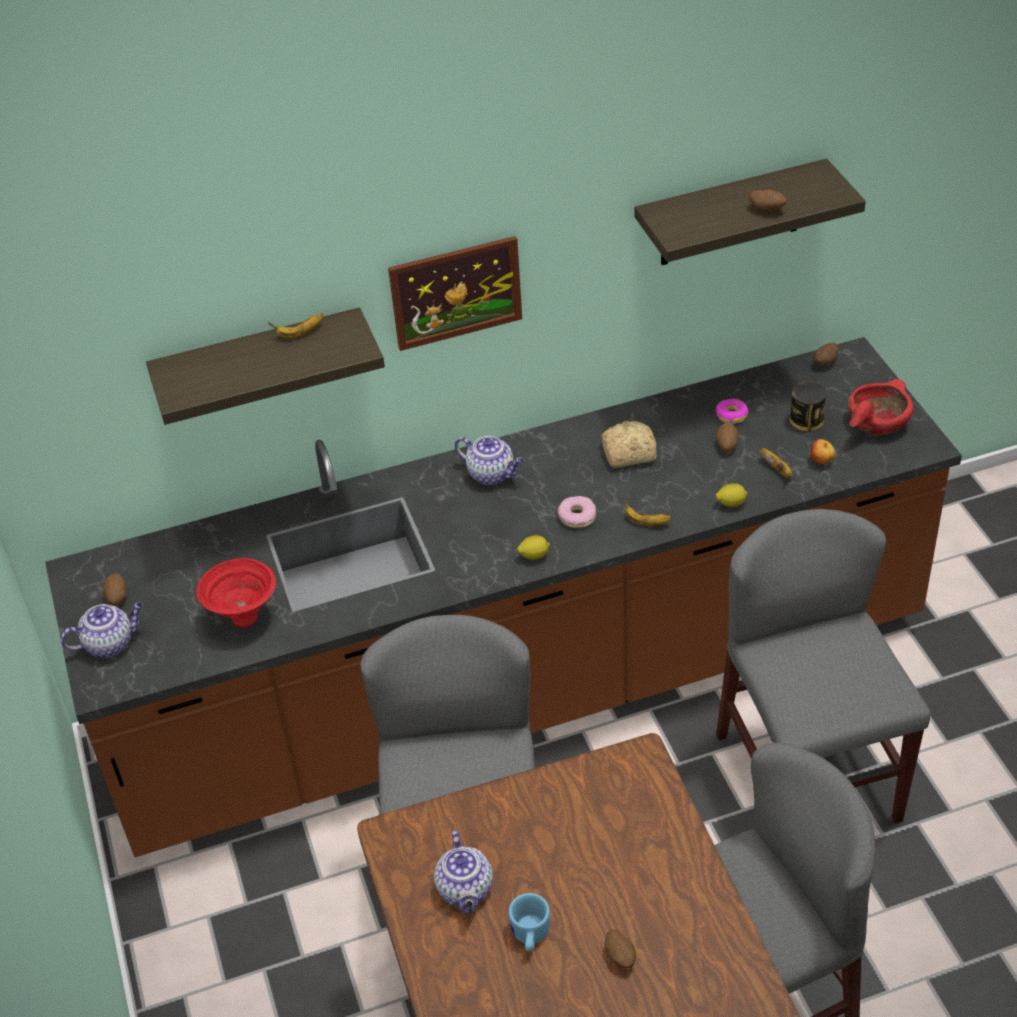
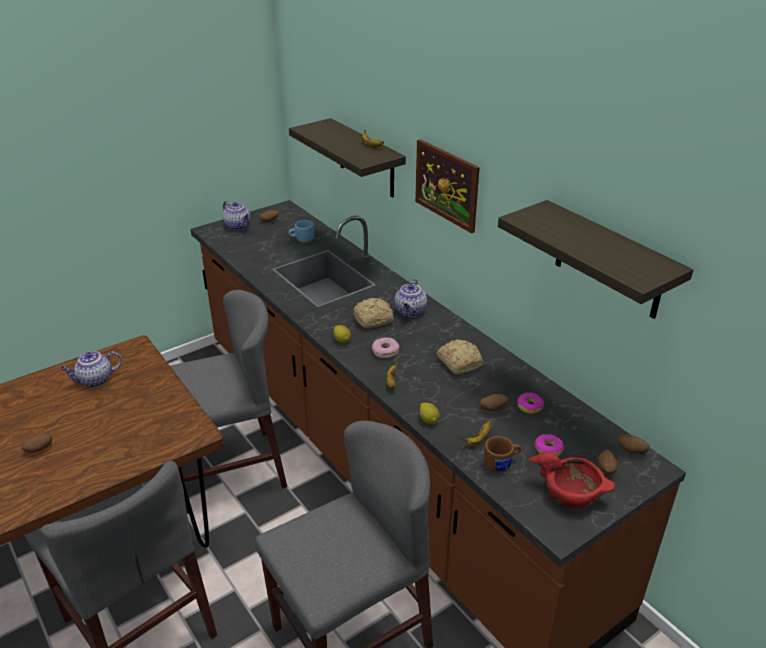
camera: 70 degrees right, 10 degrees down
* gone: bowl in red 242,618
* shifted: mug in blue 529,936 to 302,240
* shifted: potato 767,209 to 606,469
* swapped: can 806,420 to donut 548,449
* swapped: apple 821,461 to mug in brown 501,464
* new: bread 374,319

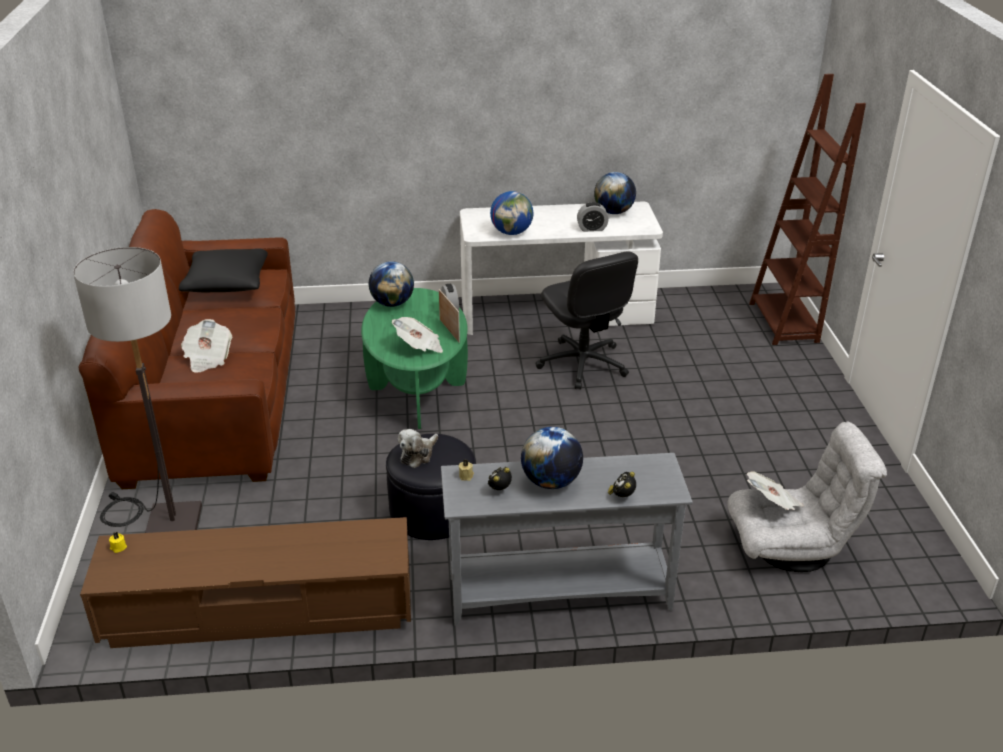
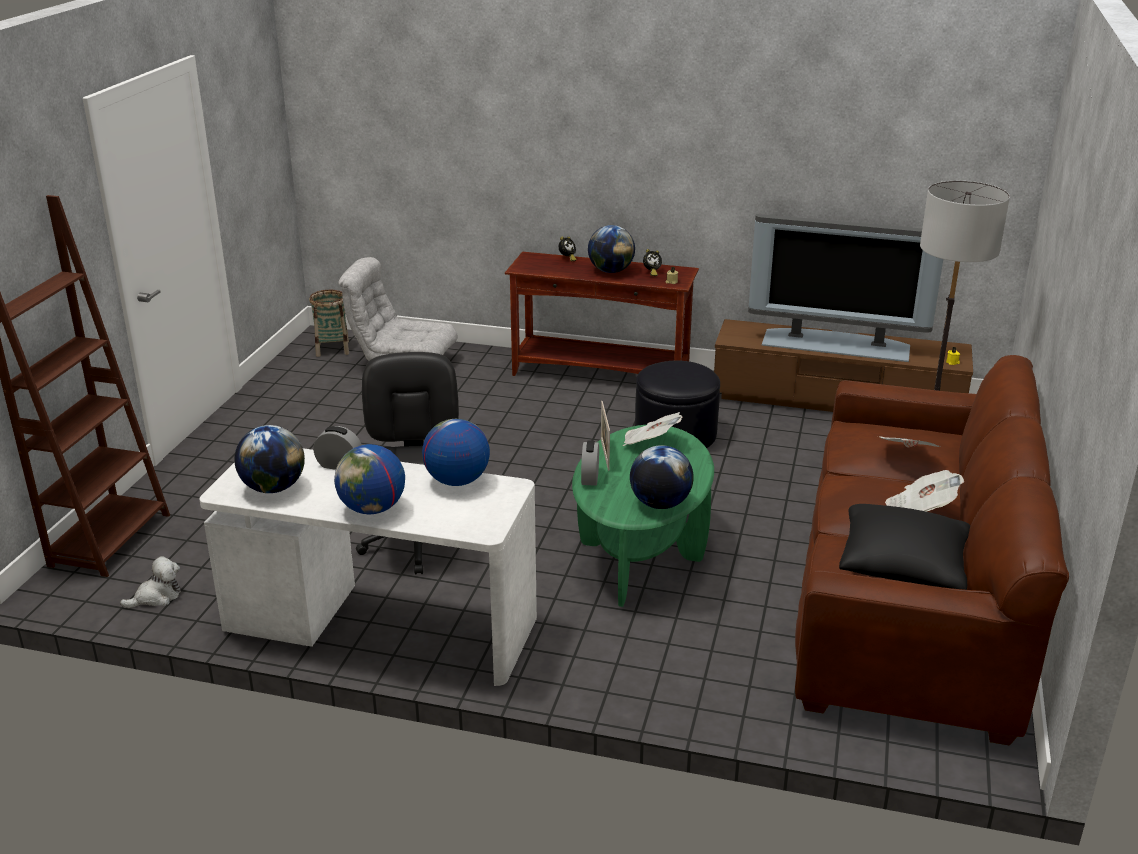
camera: 160 degrees left, 5 degrees down
* shifted: plush toy 418,455 to 157,597
* repainted: console table in grey 558,593 to console table in brown 601,373
* shifted: newspaper 772,504 to 920,509
* new: basket 332,349
* new: globe 372,509
* new: television 836,344

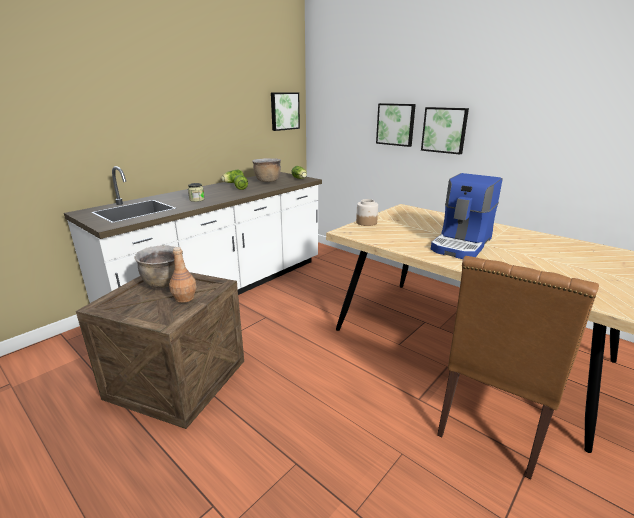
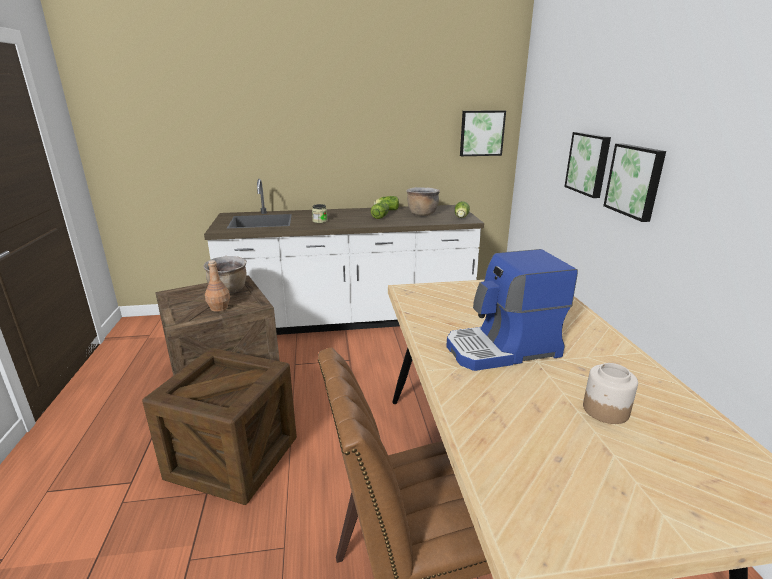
camera: 40 degrees right, 0 degrees up
* shifted: jar 366,222 to 605,410
* new: crate 233,458

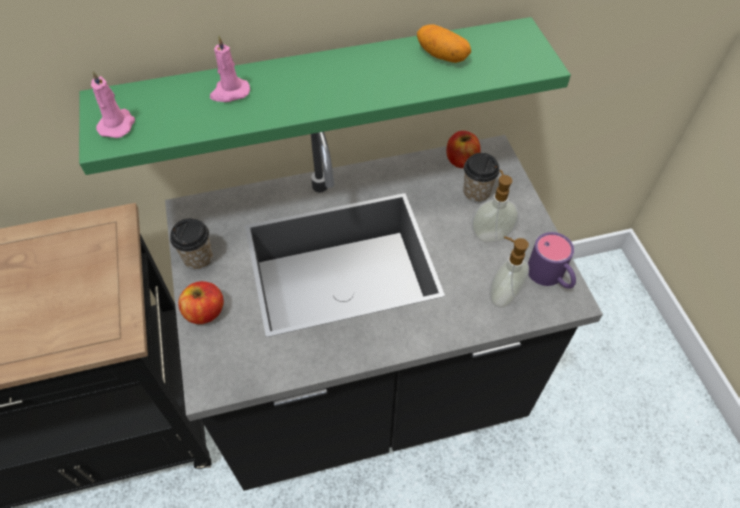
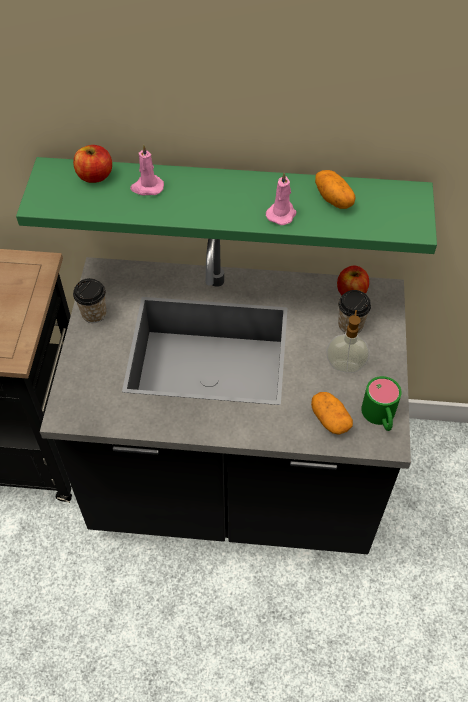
camera: 20 degrees right, 0 degrees up
* shifted: candle in pink 118,124 to 282,213
* shifted: apple 205,312 to 95,176
* swapped: soap dispenser 502,295 to potato 330,419
* repainted: mug in purple 550,277 to mug in green 380,417

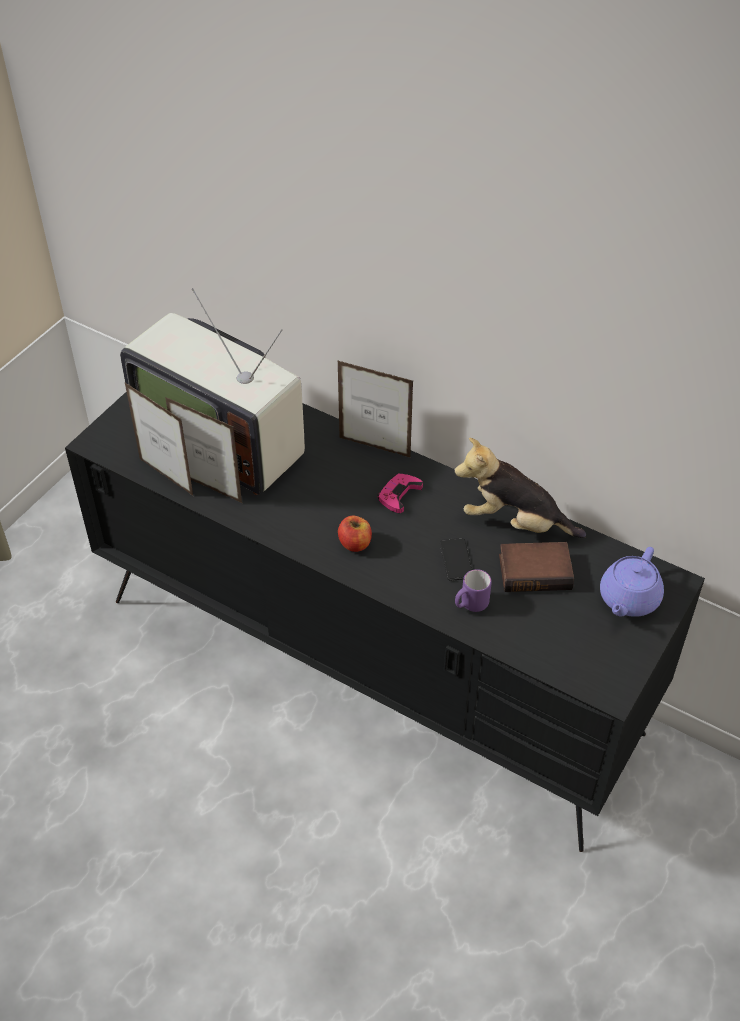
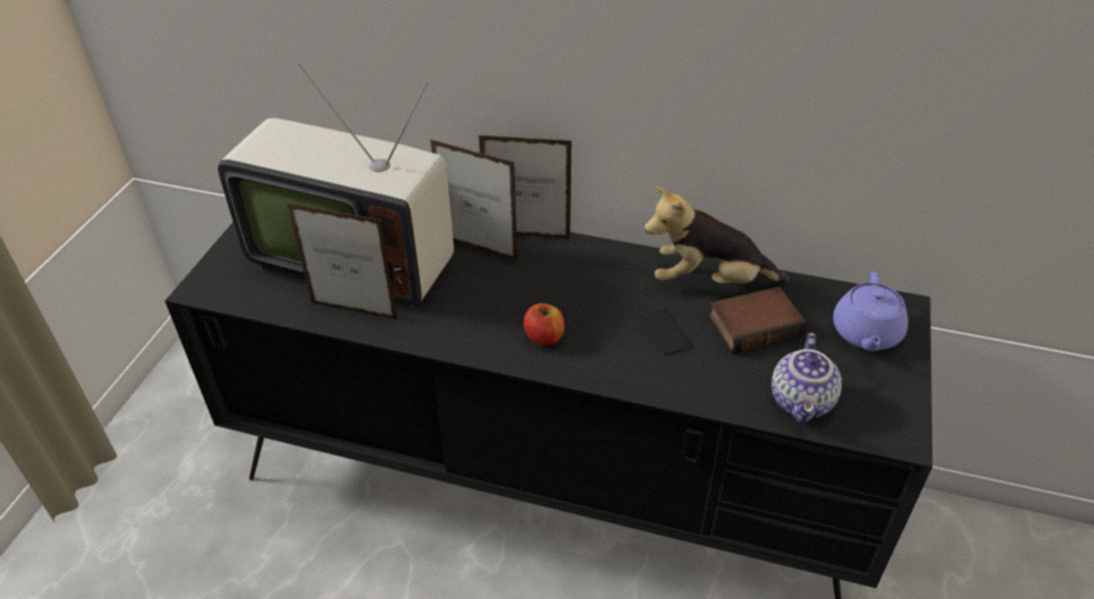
camera: 15 degrees left, 5 degrees down
* shifted: picture frame 166,477 to 479,249
* gone: game controller in pink 399,495
* gone: mug in purple 470,604
* new: teapot 803,402

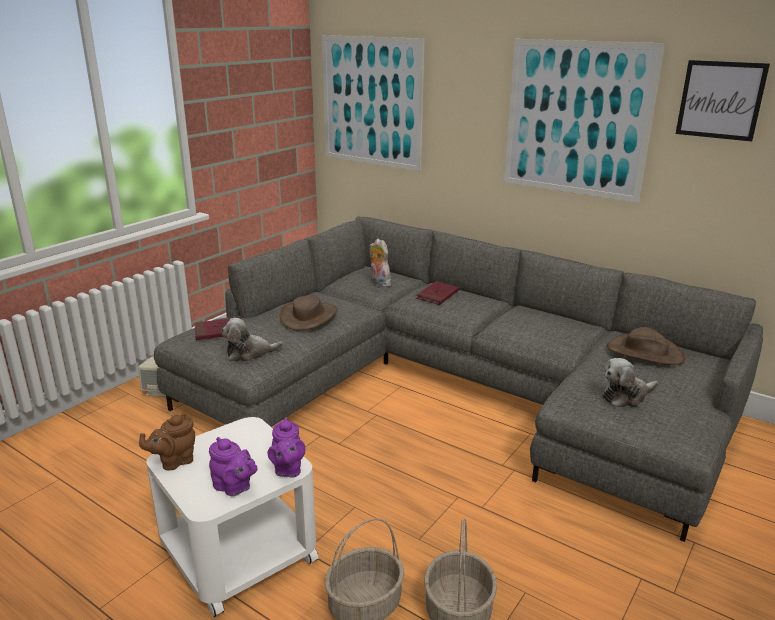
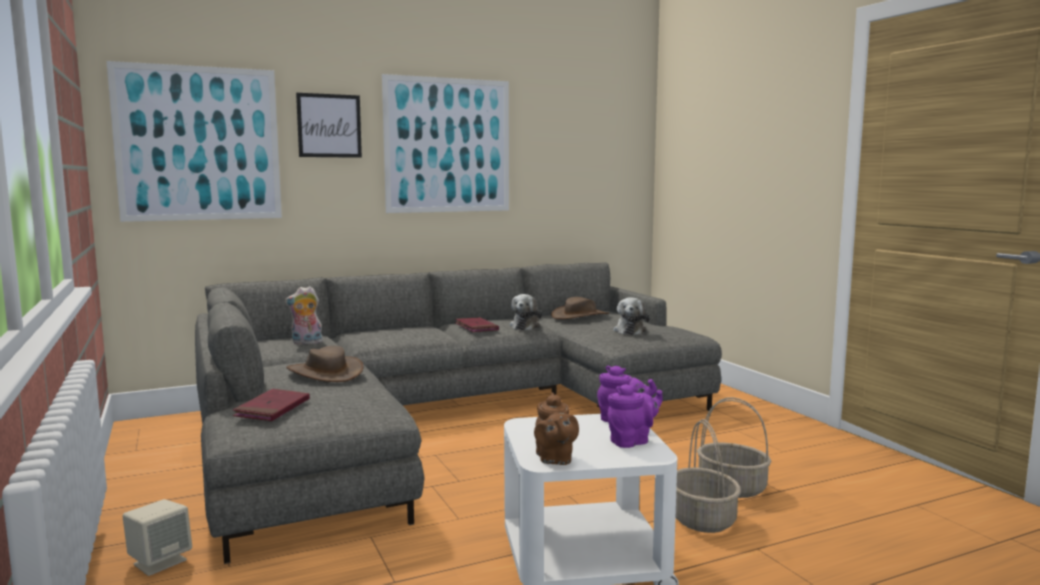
camera: 60 degrees left, 15 degrees down
* shifted: plush toy 249,353 to 526,326
* shifted: book in red 437,295 to 476,327
* shifted: picture 720,100 to 329,126

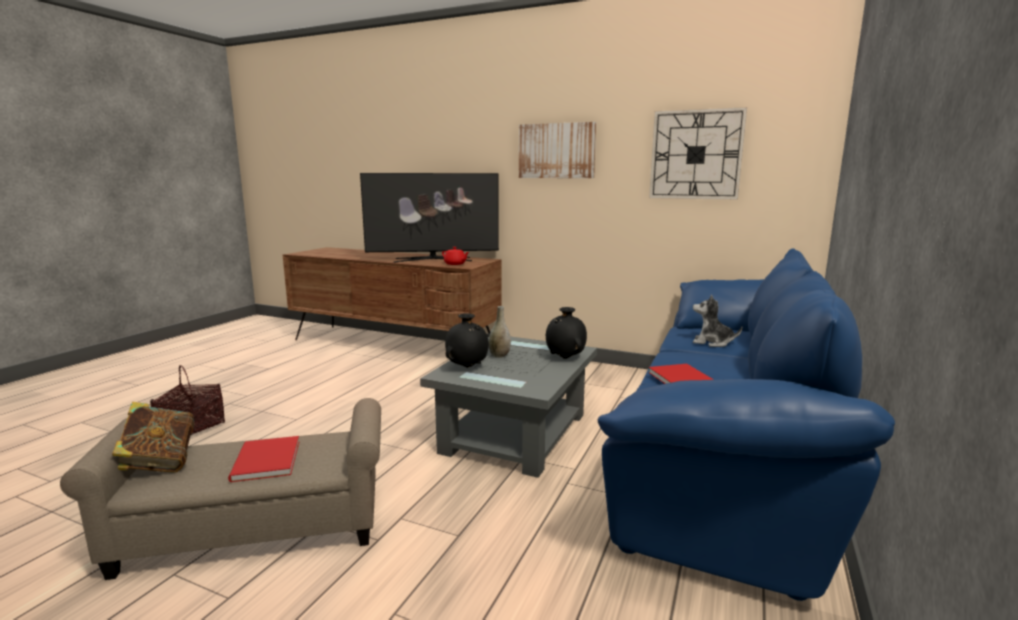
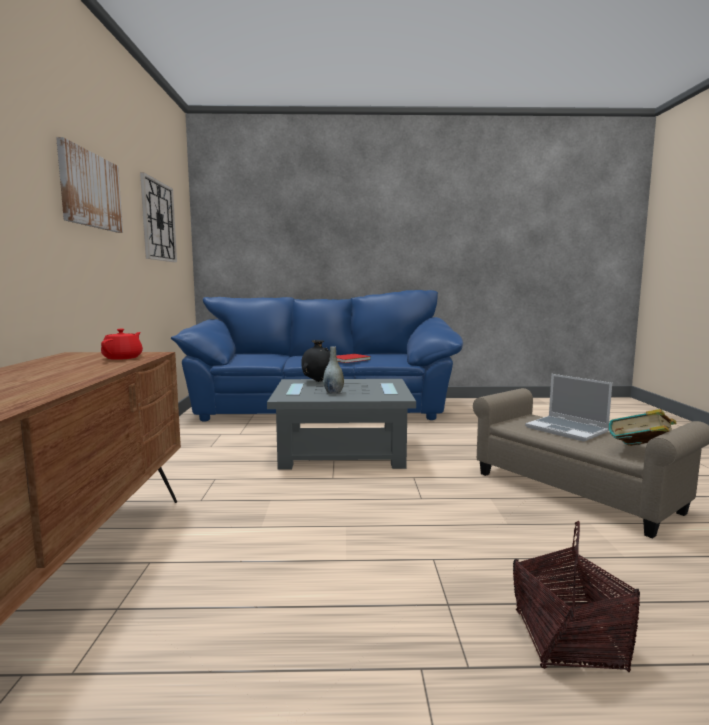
camera: 115 degrees left, 5 degrees down
* swapped: book in red 264,462 to laptop 567,430
* gone: television 432,259
* gone: vase in black 467,367
* gone: plush toy 712,342

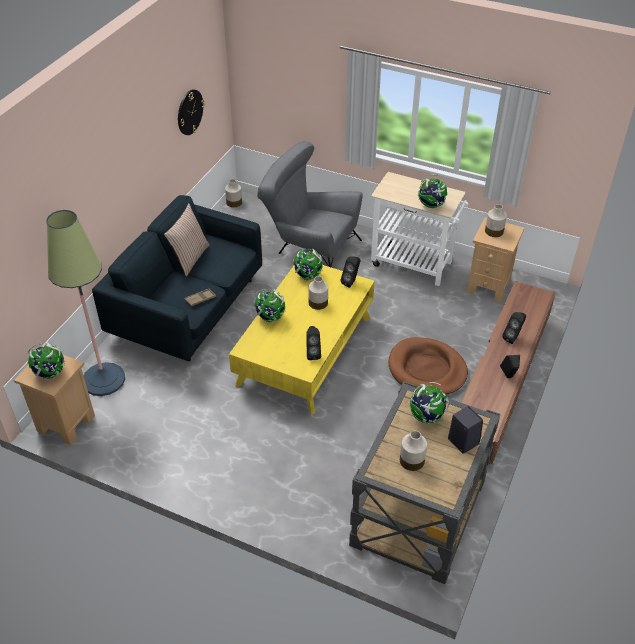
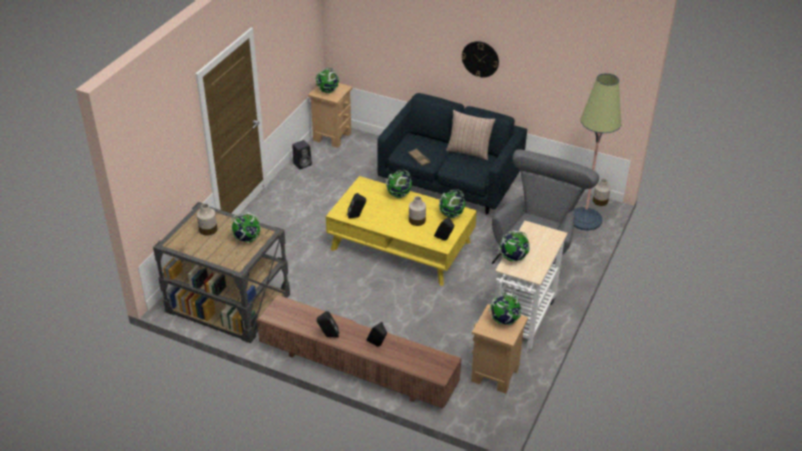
camera: 90 degrees right, 5 degrees down
* shifted: floor lamp 103,379 to 585,219
* shifted: wall clock 189,112 to 480,59
* gone: dog bed in brown 427,369
* shifted: speaker in black 462,441 to 303,164
* swapped: vase in beige 494,231 to globe 504,321

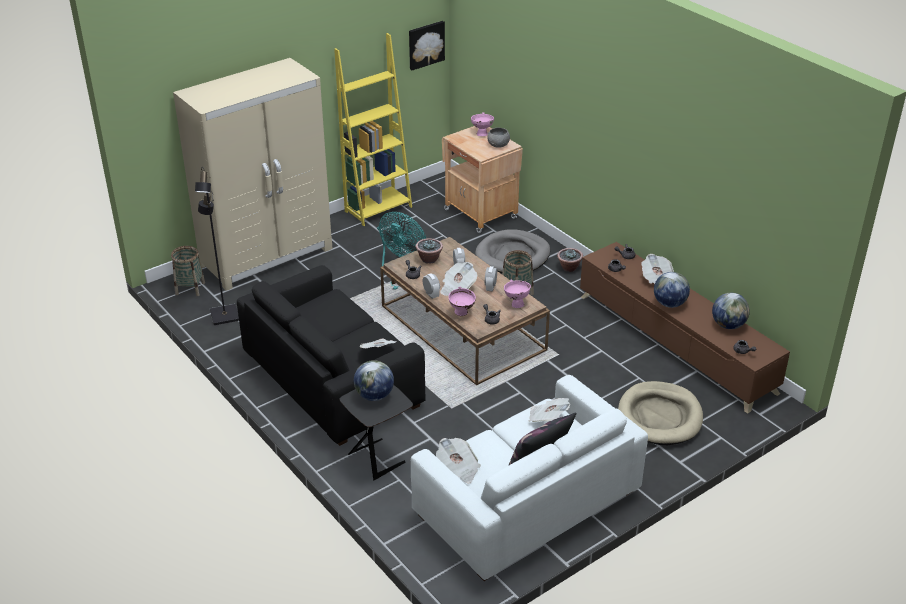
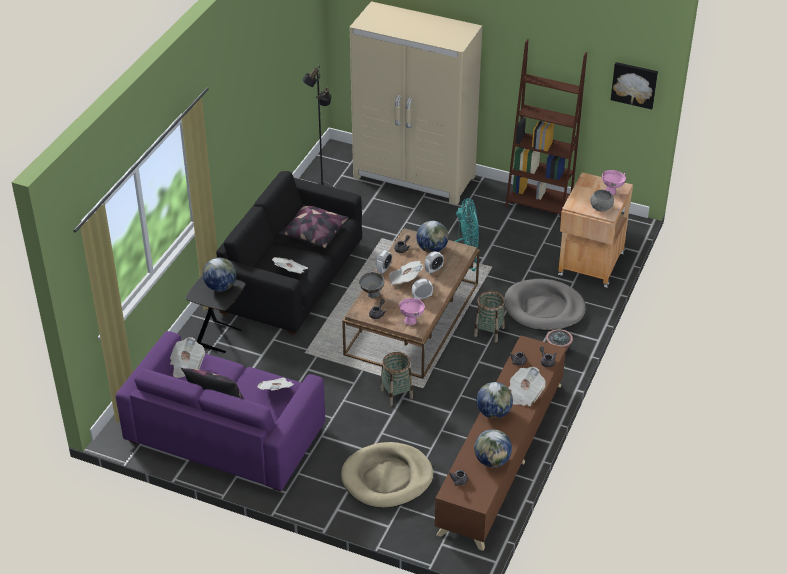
camera: 60 degrees right, 5 degrees up
* shifted: basket 190,288 to 396,394
* repainted: bookcase in yellow 378,209 to bookcase in brown 538,204
* repainted: sofa in white 526,502 to sofa in purple 226,433
* swapped: potted plant 429,259 to globe 432,249
* repainted: bowl in pink 462,314 to bowl in grey 371,295
* new: pillow 314,233

